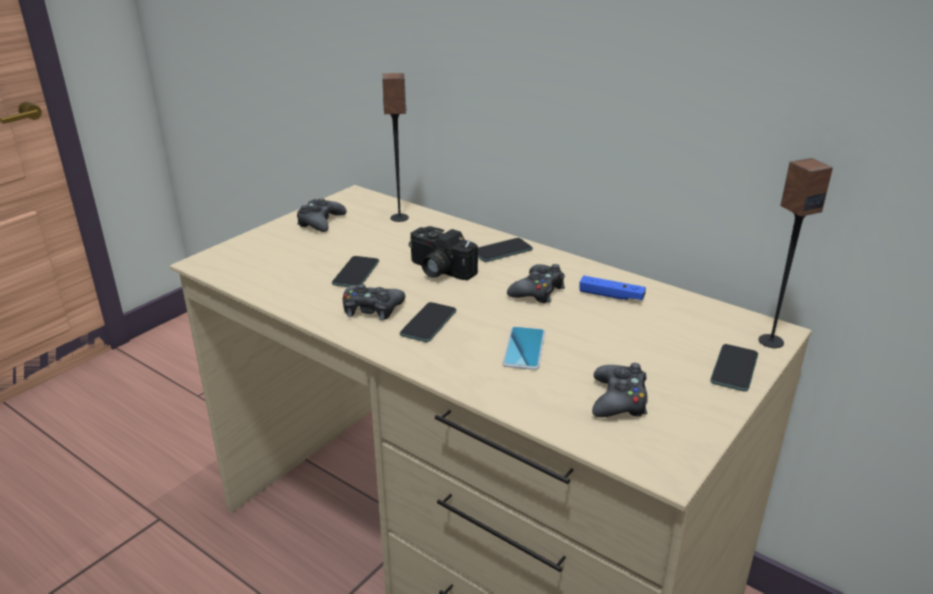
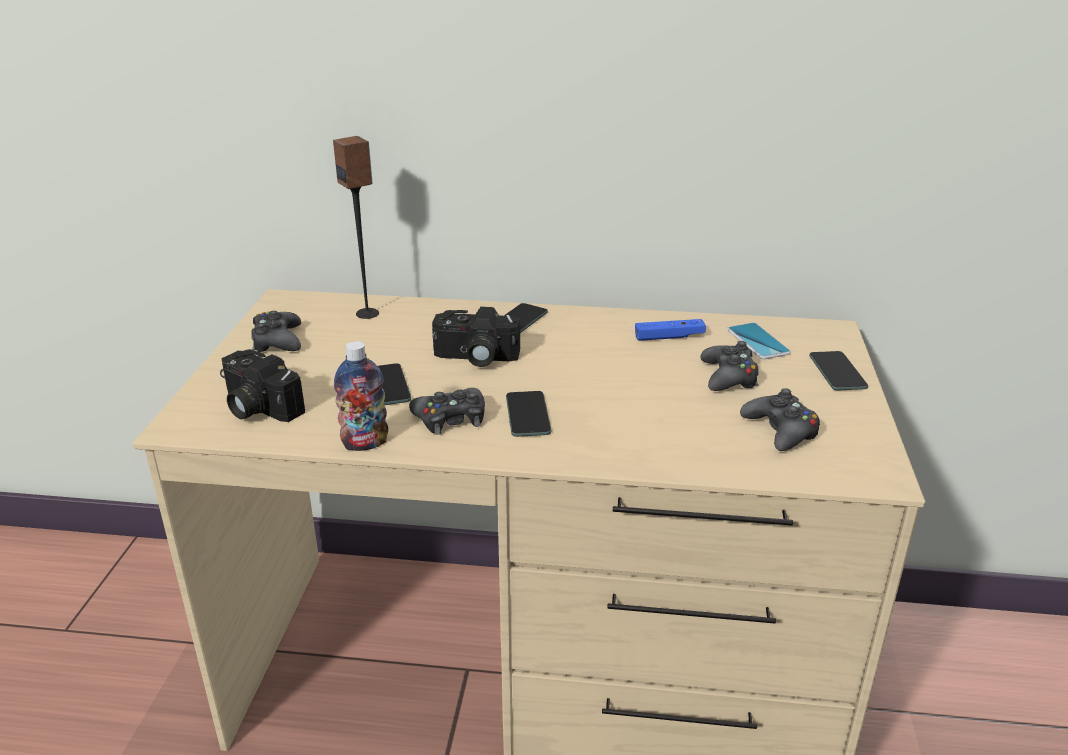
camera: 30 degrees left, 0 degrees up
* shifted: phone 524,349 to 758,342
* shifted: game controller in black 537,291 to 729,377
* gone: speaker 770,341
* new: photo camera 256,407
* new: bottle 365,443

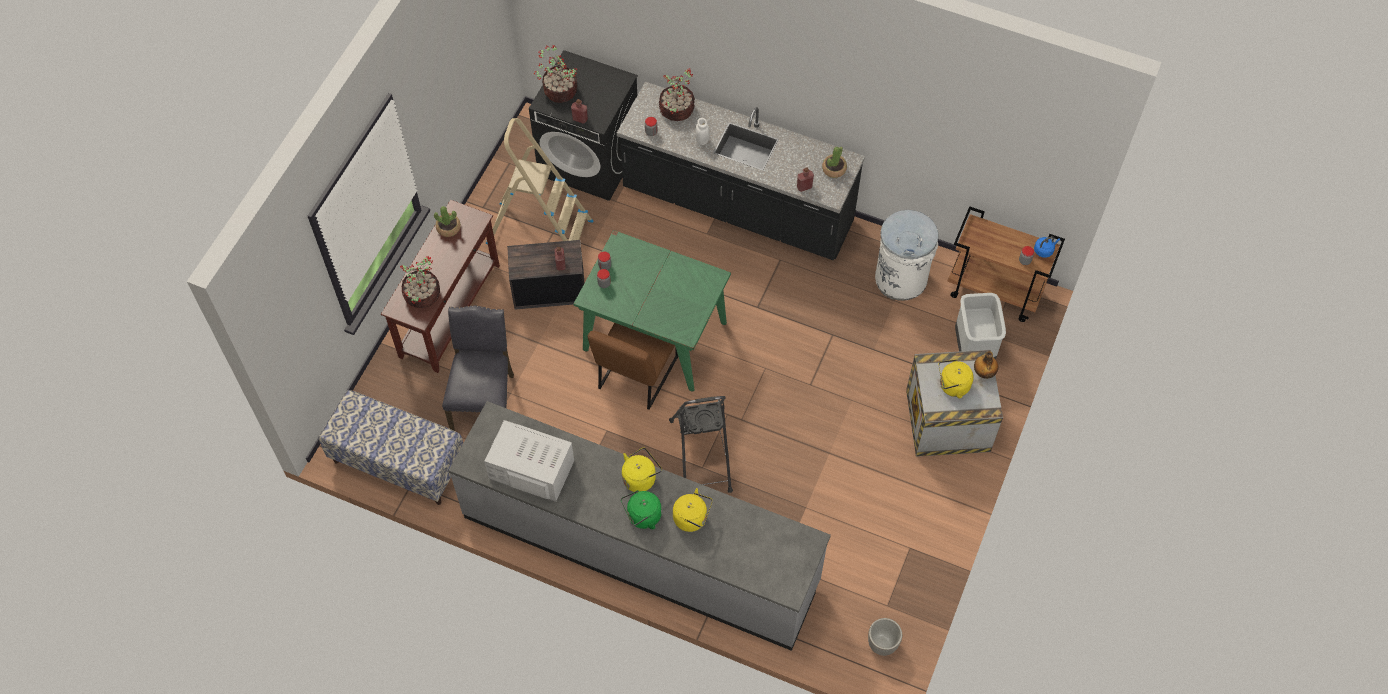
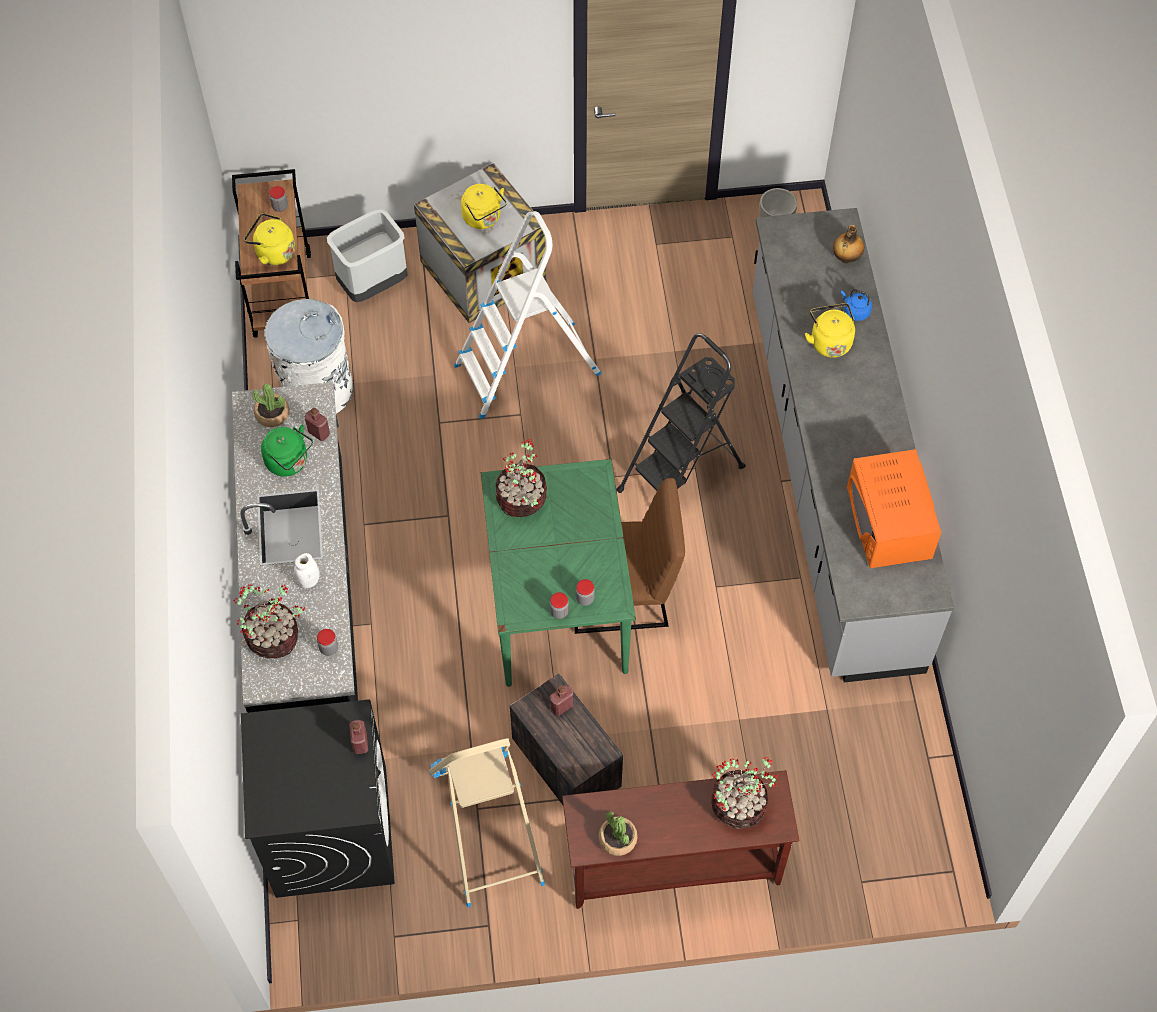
camera: 120 degrees left, 0 degrees up
* gone: bench 398,462
* gone: chair in grey 485,401
* repainted: microwave in white 531,469 to microwave in orange 889,522
* shifted: potted plant 559,90 to 522,499
* shifted: kettle in green 642,517 to 289,462
* shifted: kettle in yellow 640,477 to 273,252
* shifted: bottle 984,373 to 846,258
* shifted: kettle in blue 1044,250 to 855,311
* new: step ladder in white 526,370

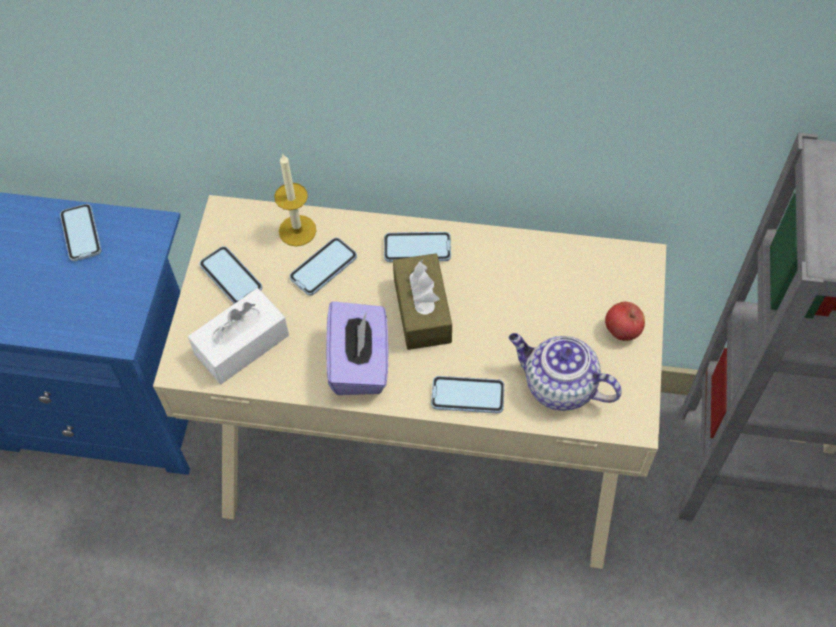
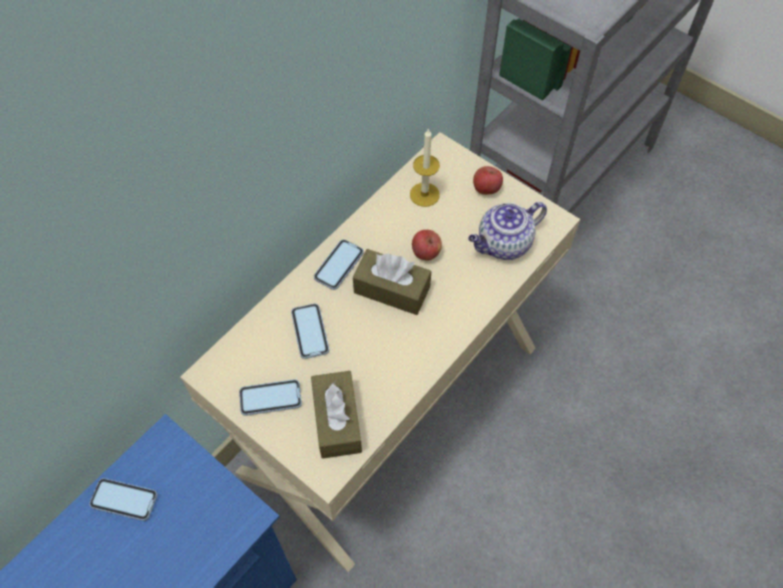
camera: 60 degrees left, 0 degrees up
* repainted: tissue box in white 242,345 to tissue box in brown 337,420
* shifted: candle 297,230 to 424,194
* gone: tissue box in purple 360,363
* gone: phone 467,396
* new: apple 426,253

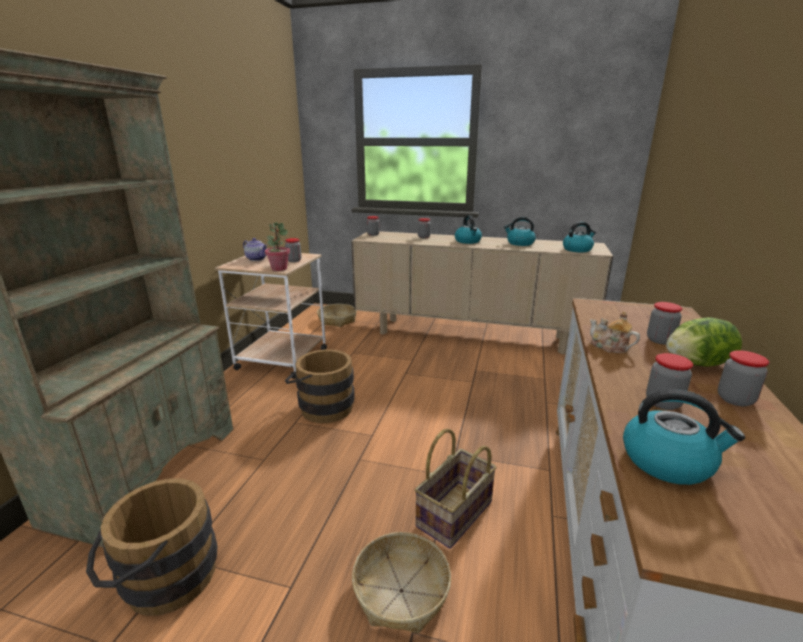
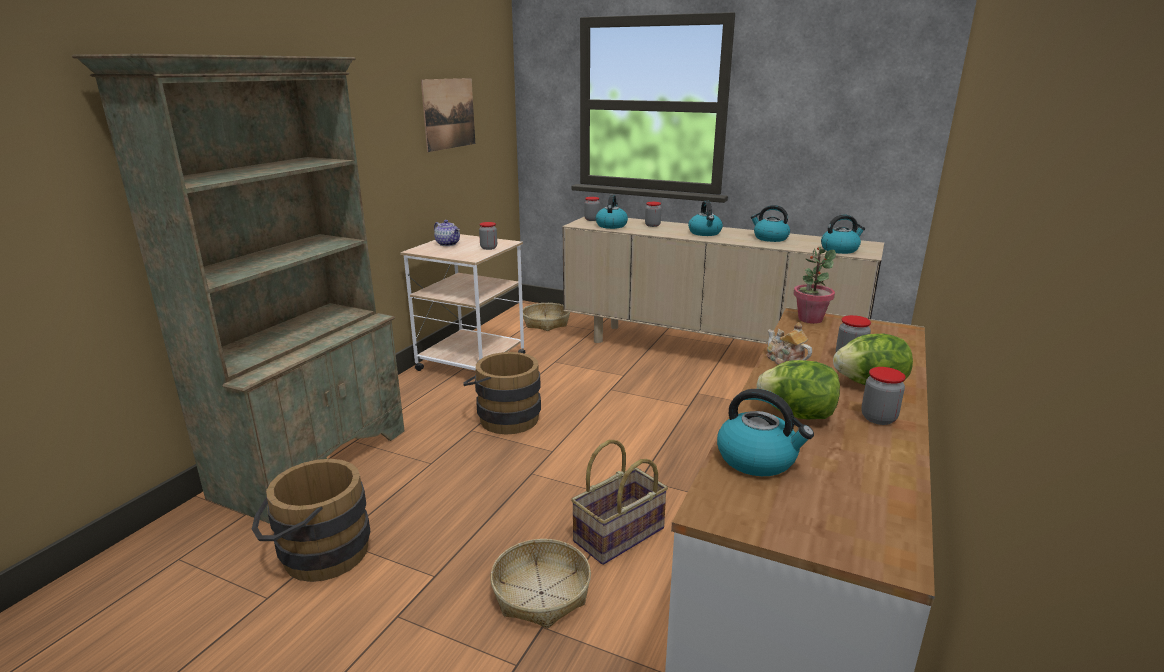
camera: 10 degrees right, 0 degrees up
* shifted: potted plant 279,268 to 810,319
* swapped: jar 663,403 to lettuce 797,414
* new: picture 449,113
* new: kettle 611,225

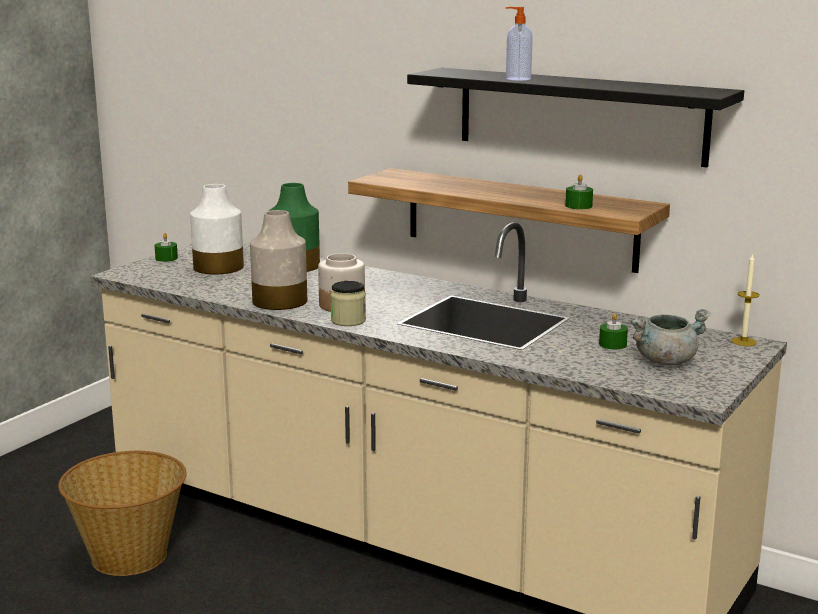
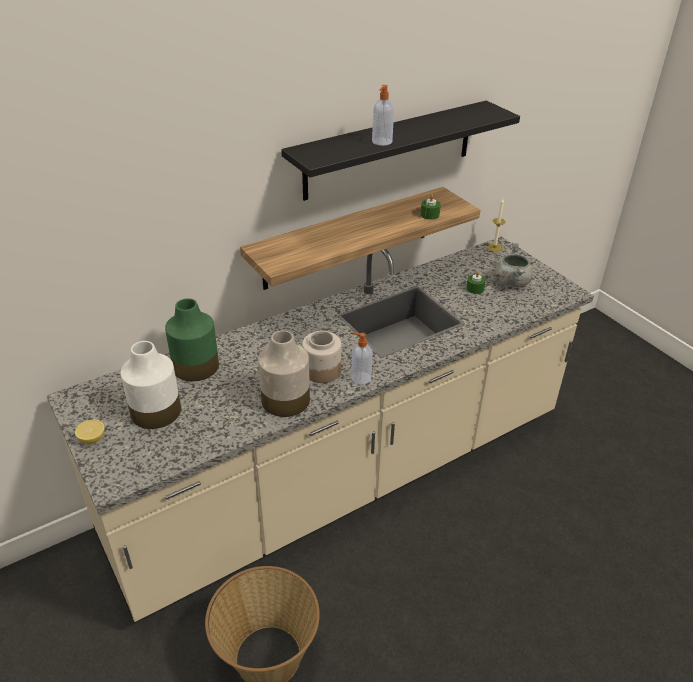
camera: 65 degrees left, 20 degrees up
* swapped: candle in green 166,258 to lemon 92,439
* swapped: jar 348,321 to soap dispenser 360,378

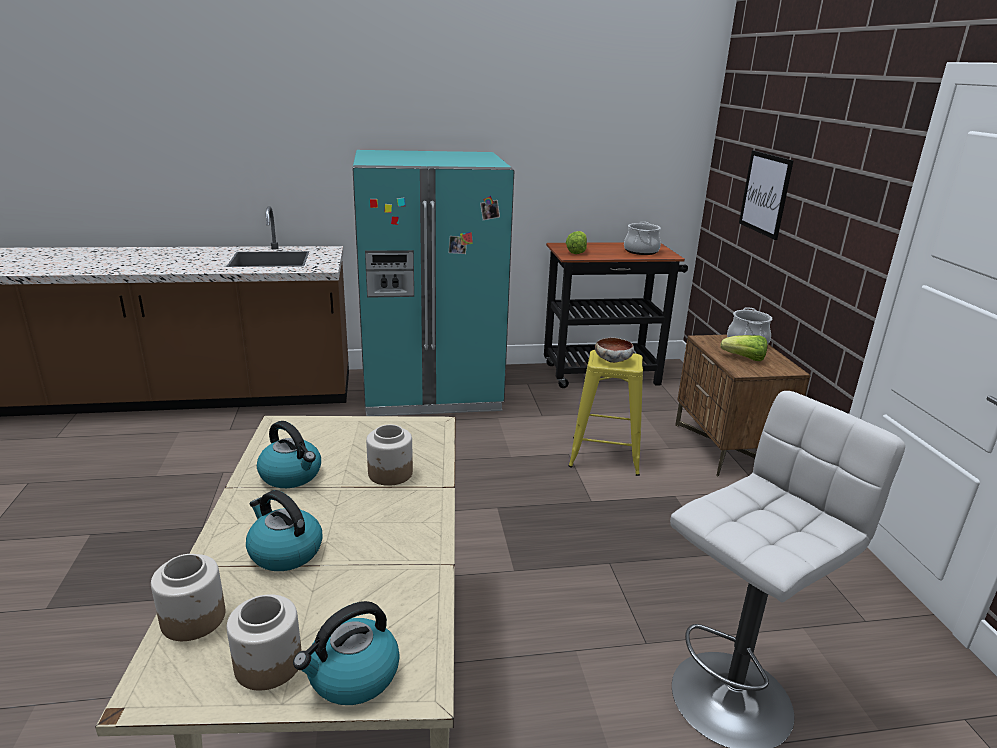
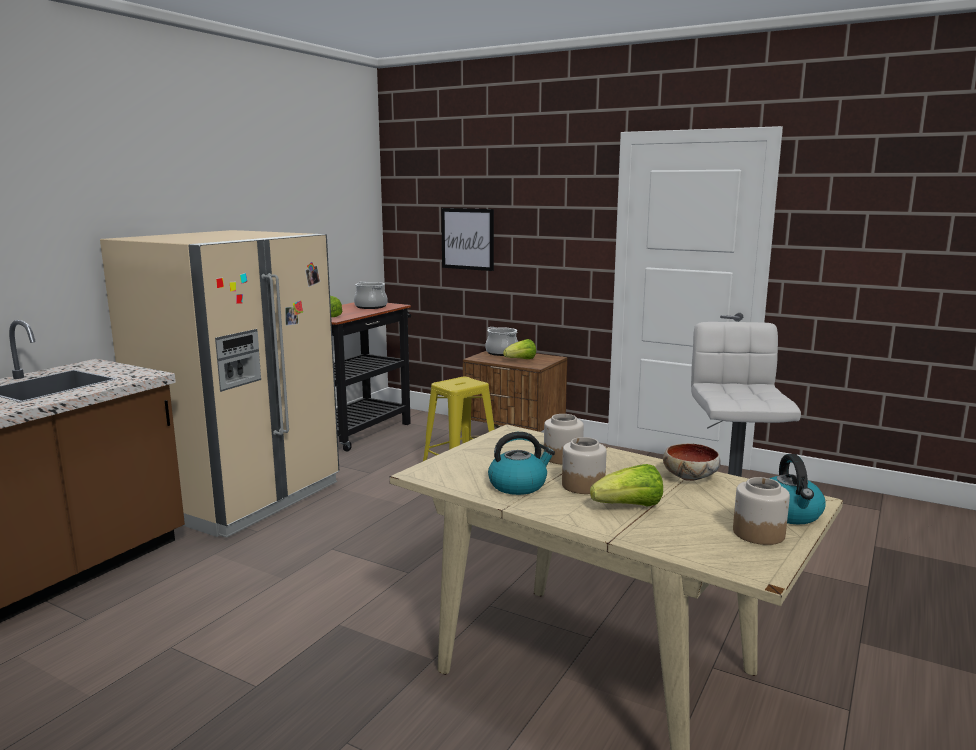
camera: 50 degrees left, 10 degrees down
* shifted: jar 194,618 to 582,485
* swapped: kettle 284,552 to lettuce 629,507
* repainted: fridge in turquoise 431,391 to fridge in beige 242,497
* shifted: bowl 613,360 to 690,477

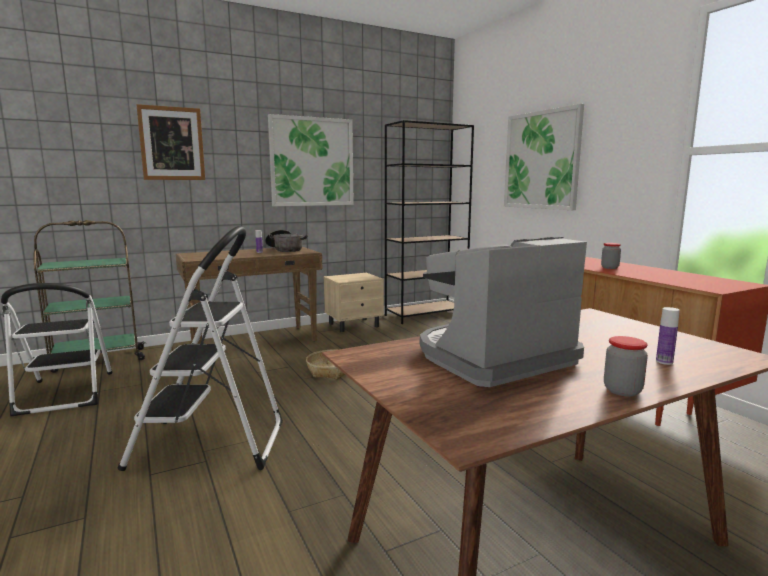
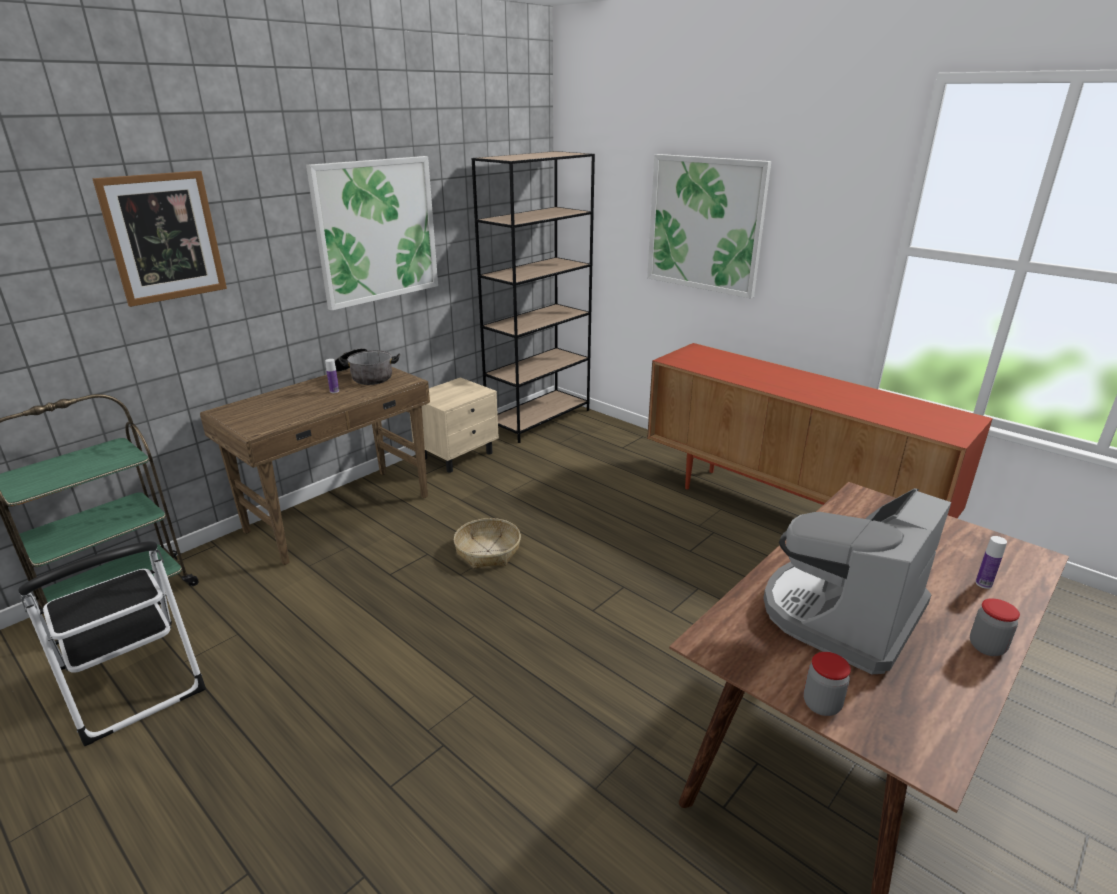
camera: 20 degrees left, 15 degrees up
* gone: step ladder 212,445
* shifted: jar 609,267 to 821,704

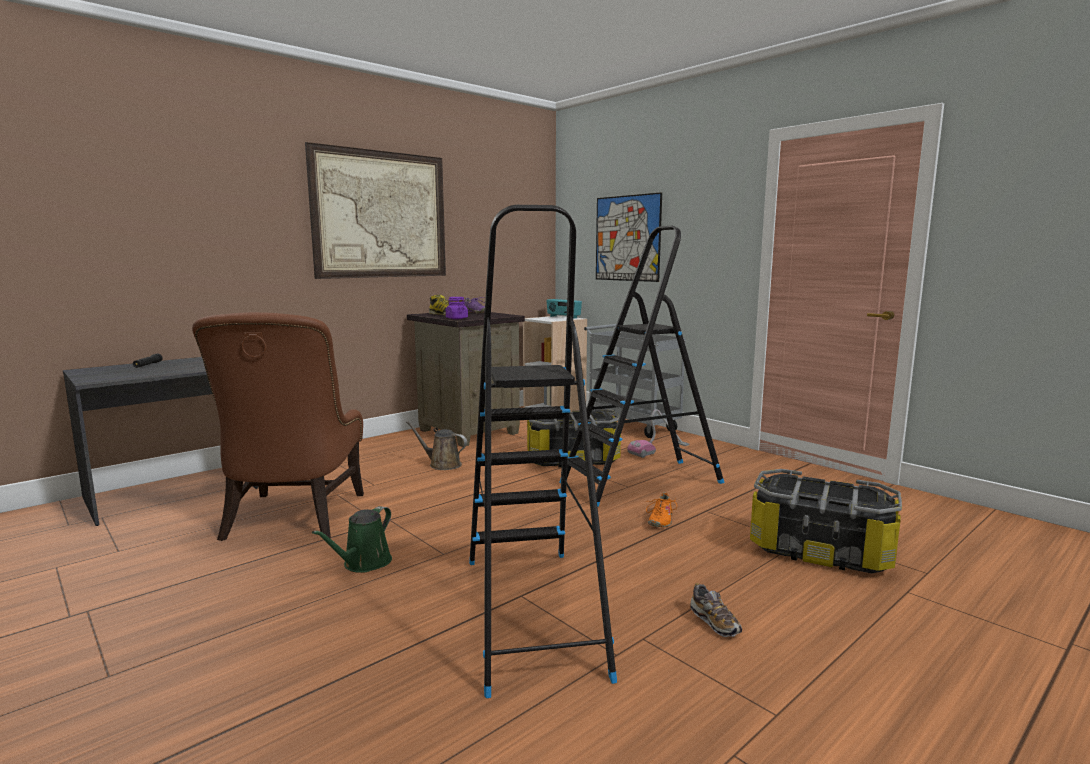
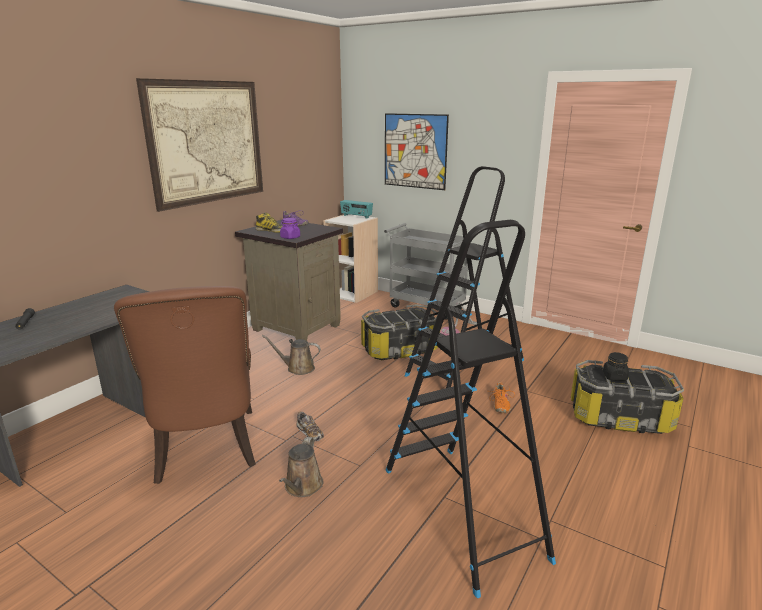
camera: 15 degrees left, 10 degrees up
* repainted: watering can in green 364,564 to watering can in brown 302,487
* shifted: shoe 714,622 to 310,433
* new: jar in black 614,377

